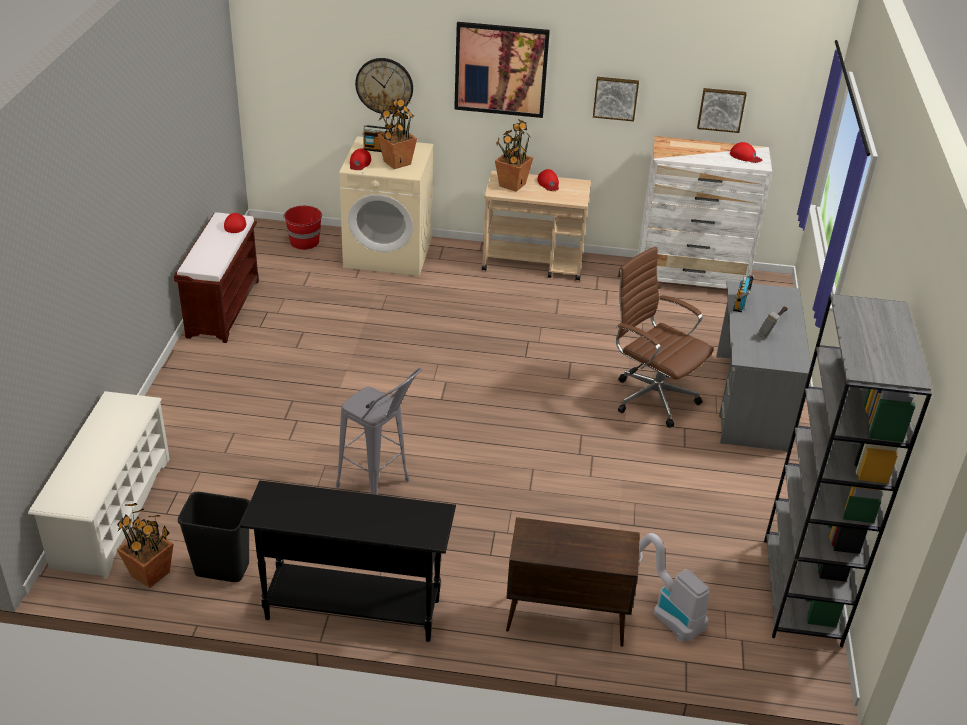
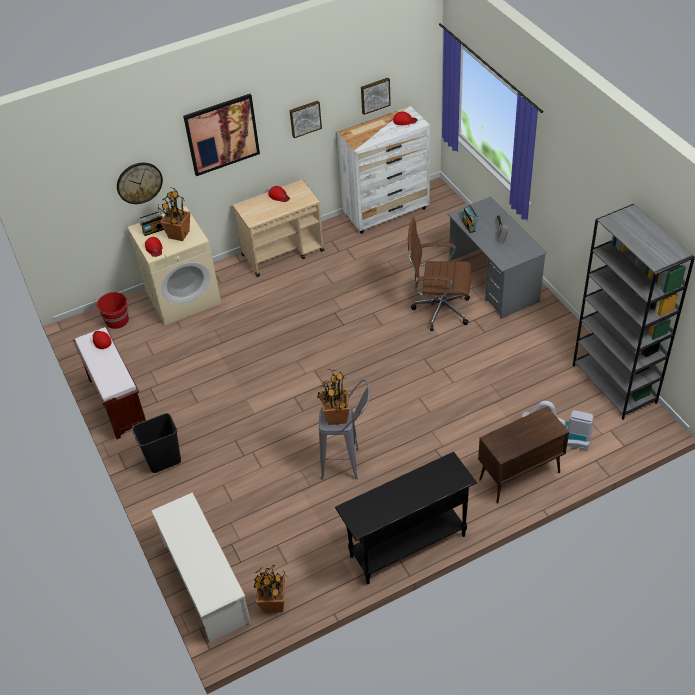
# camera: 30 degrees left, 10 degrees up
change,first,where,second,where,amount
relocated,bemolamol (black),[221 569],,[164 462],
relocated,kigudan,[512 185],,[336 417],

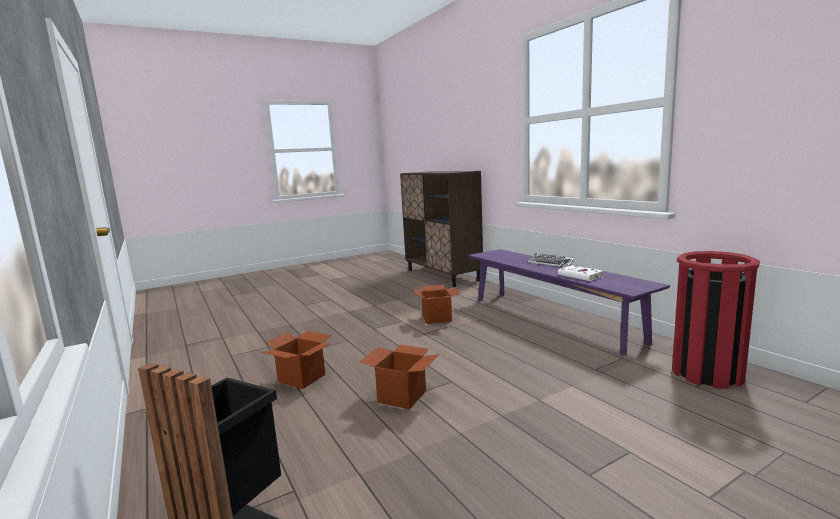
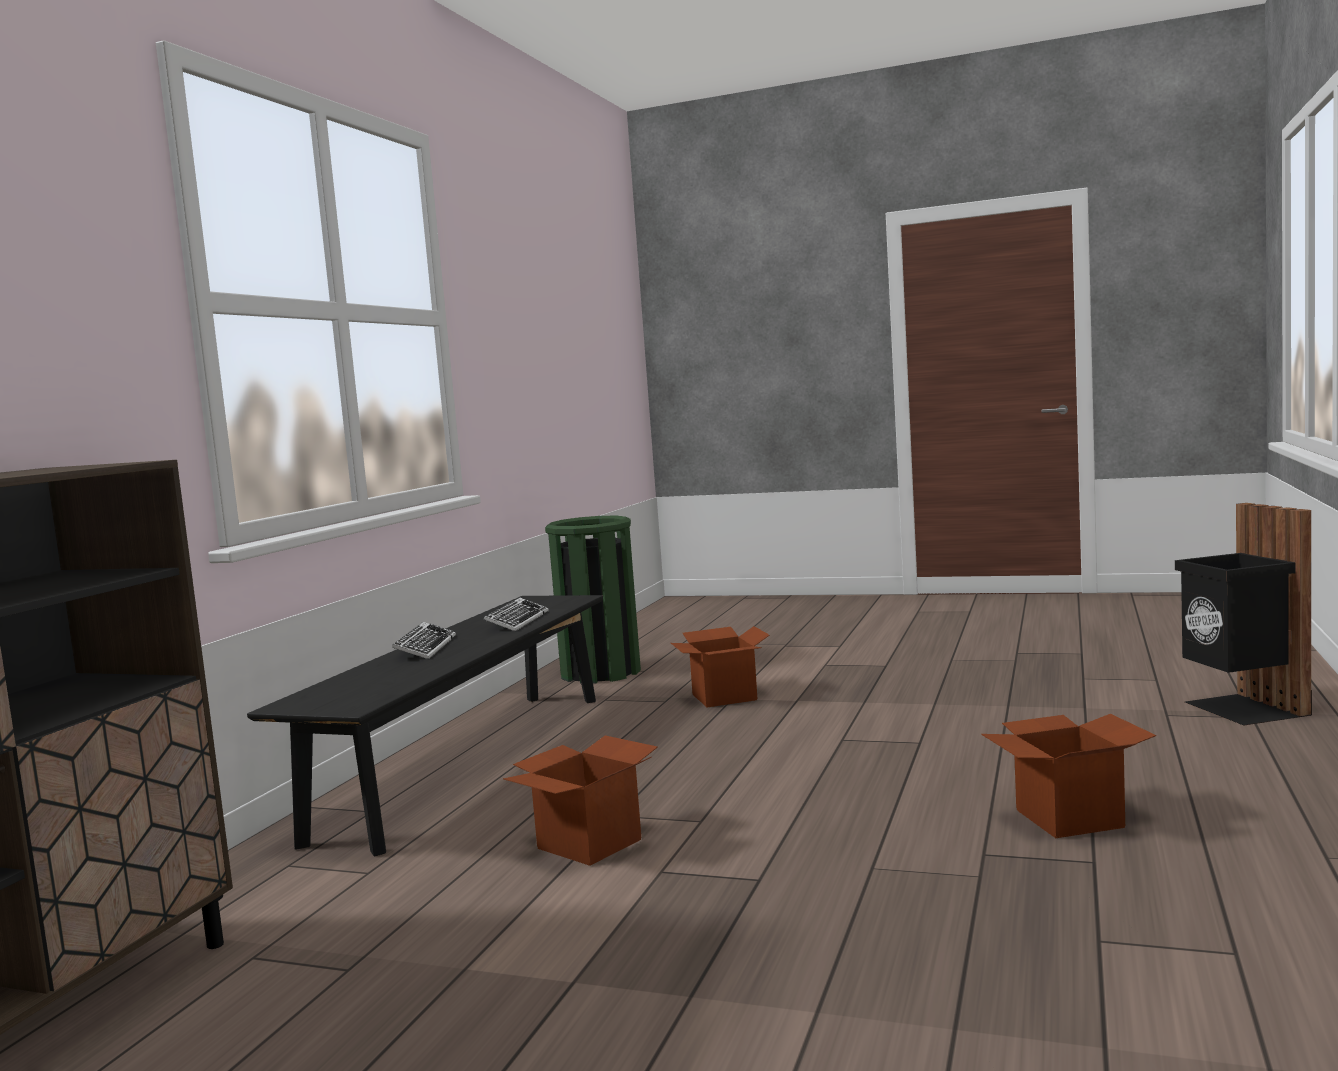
# camera: 130 degrees left, 5 degrees down
change,first,where,second,where,amount
relocated,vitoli,[402 396],,[724 697],
colour,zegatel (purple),[551 319],zegatel (black),[470 761],
exchanged,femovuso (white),[581 276],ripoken,[517 621],
colour,bemolamol (red),[707 373],bemolamol (green),[600 672],

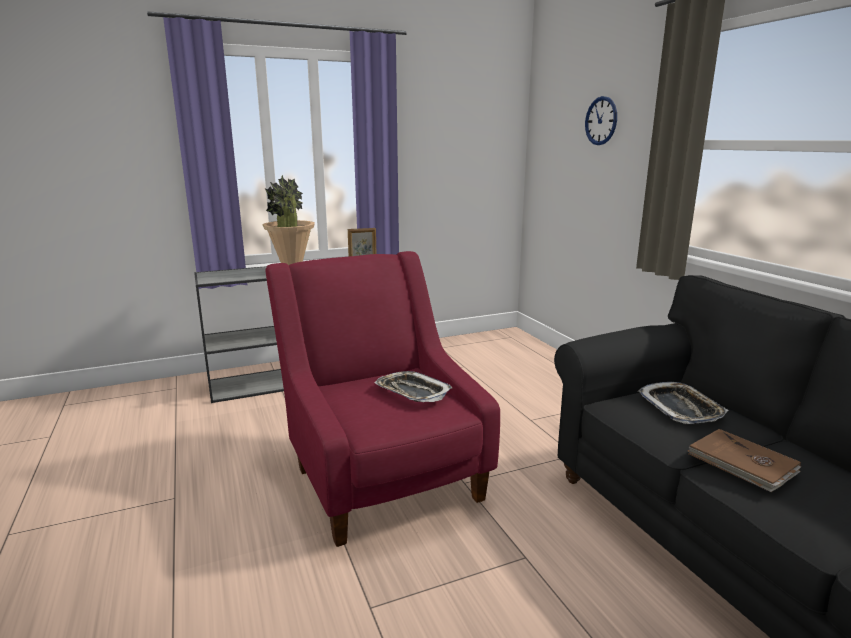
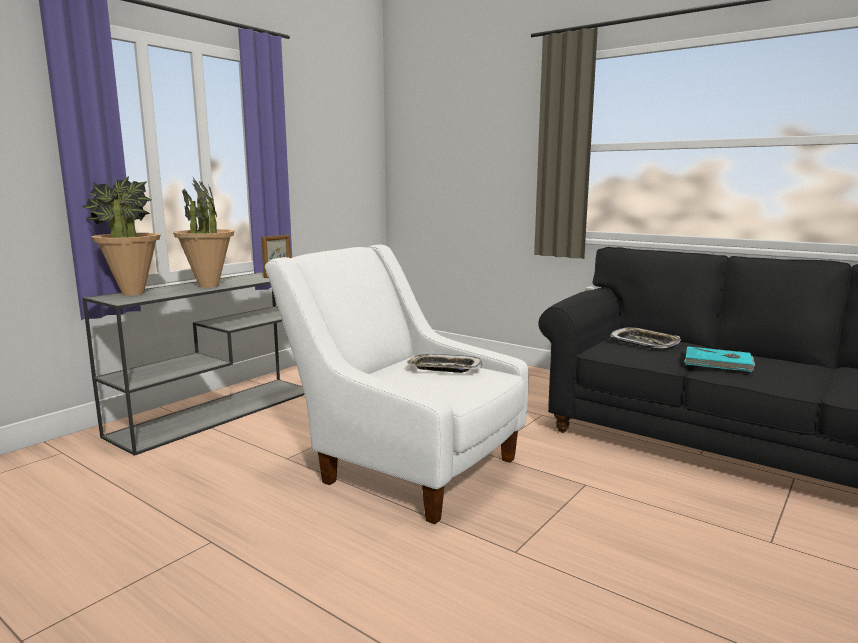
# camera: 30 degrees left, 5 degrees down
change,first,where,second,where,amount
colour,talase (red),[382 474],talase (white),[407 465],
missing,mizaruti,[601 121],,,
colour,femovuso (brown),[742 463],femovuso (turquoise),[718 362],
appeared,,,kigudan,[132 293],

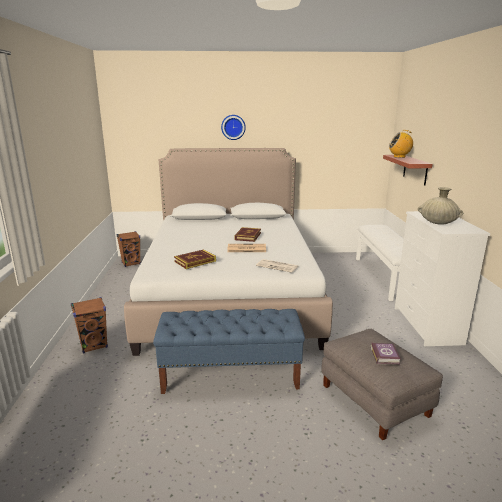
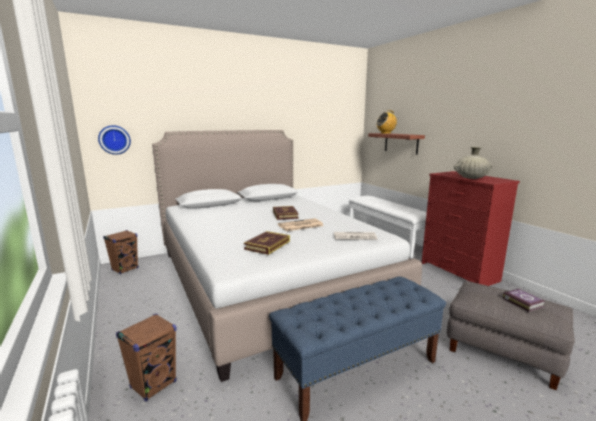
# camera: 25 degrees left, 5 degrees down
change,first,where,second,where,amount
relocated,mizaruti,[233 127],,[114 140],
colour,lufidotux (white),[427 325],lufidotux (red),[459 272],

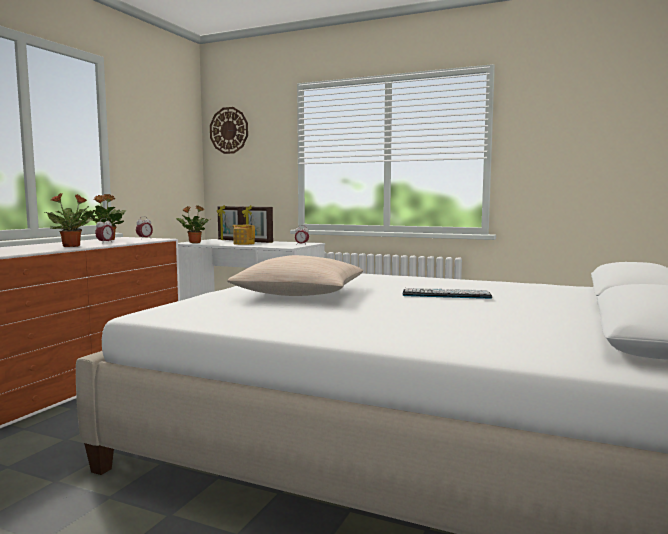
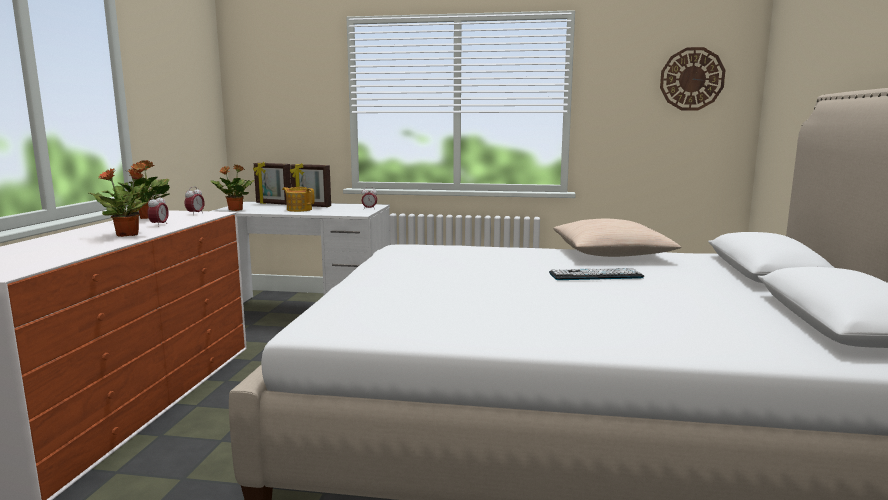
# camera: 15 degrees left, 5 degrees up
change,first,where,second,where,amount
relocated,mizaruti,[229 130],,[692 79],
relocated,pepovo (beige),[300 294],,[611 254],

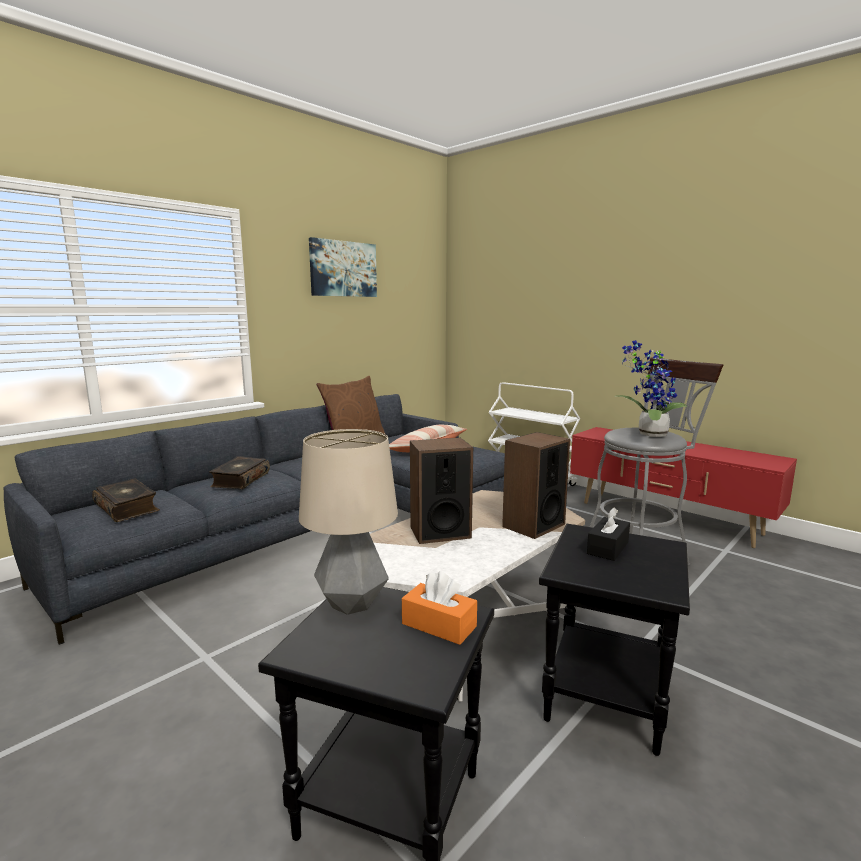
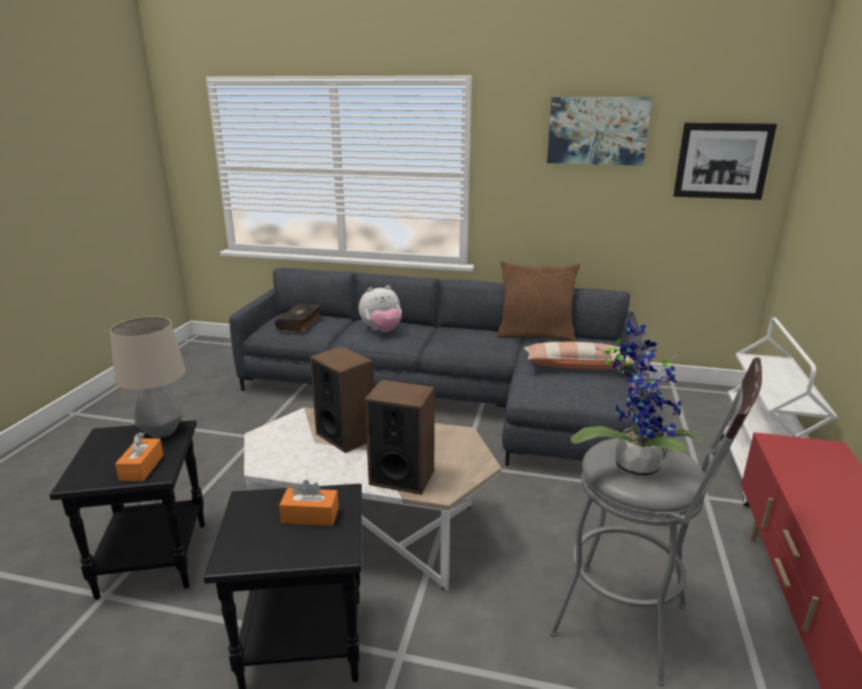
# camera: 60 degrees right, 10 degrees up
change,first,where,second,where,amount
exchanged,femovuso,[240 480],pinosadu,[382 331],
colour,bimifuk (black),[608 548],bimifuk (orange),[310 515],
appeared,,,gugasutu,[722 161],

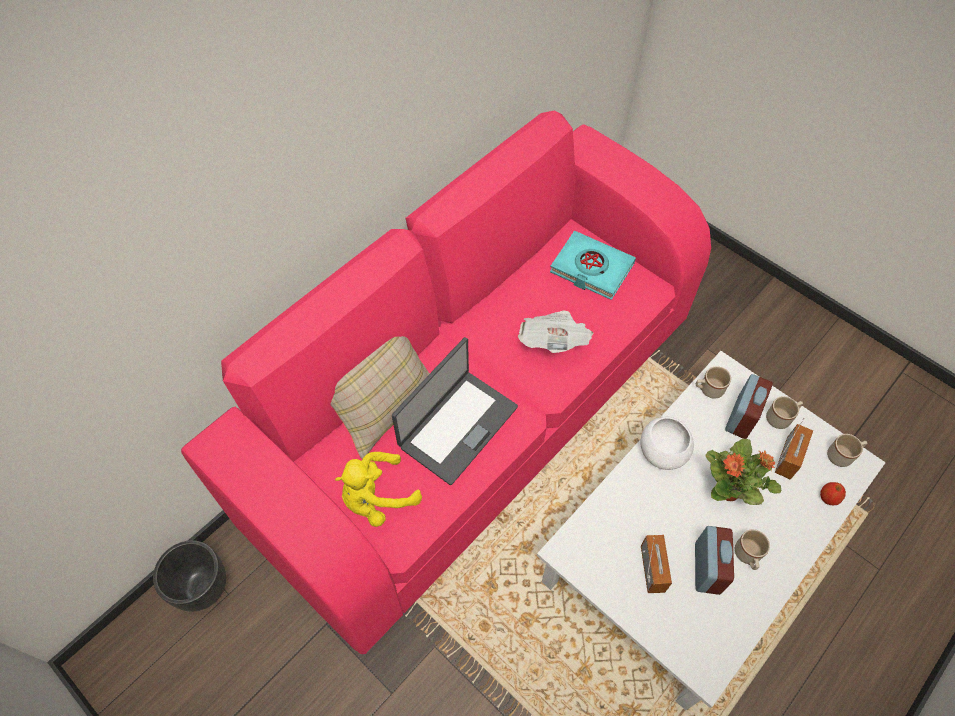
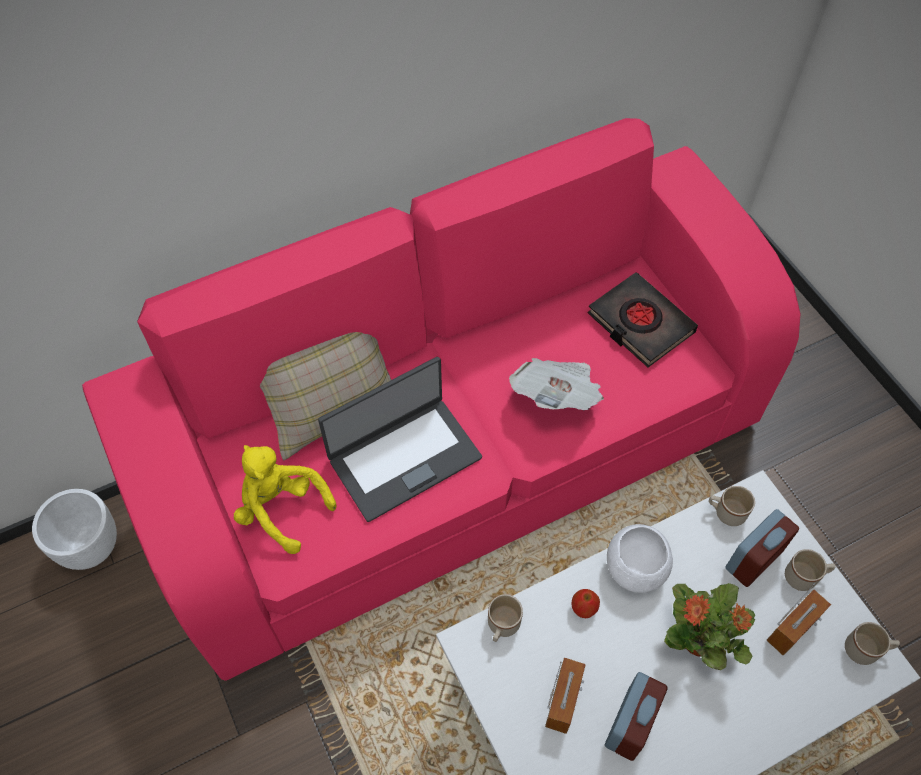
# camera: 20 degrees right, 0 degrees up
change,first,where,second,where,amount
colour,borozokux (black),[203 587],borozokux (white),[91 547],
spun,pinosadu (yellow),[377 498],,[281 509],45 degrees clockwise
colour,femovuso (turquoise),[591 269],femovuso (black),[640 324],
relocated,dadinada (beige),[747 556],,[502 627],
relocated,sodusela,[828 498],,[583 608],

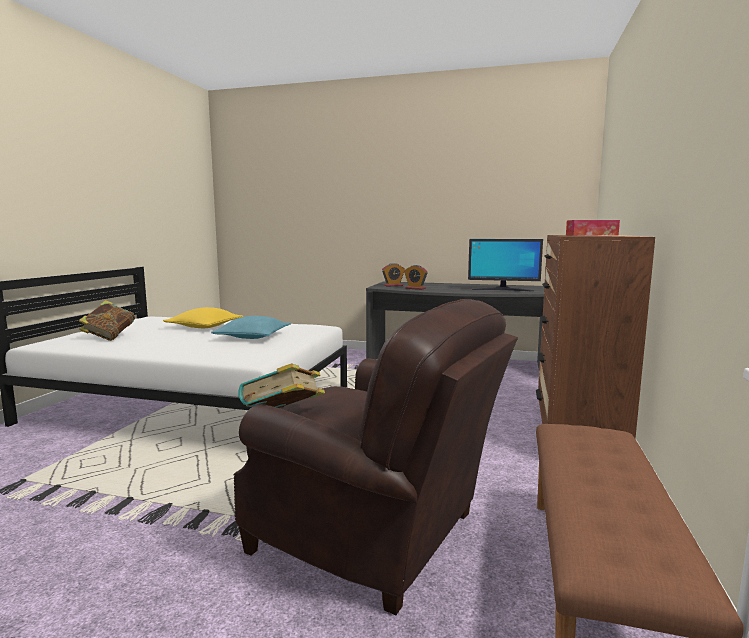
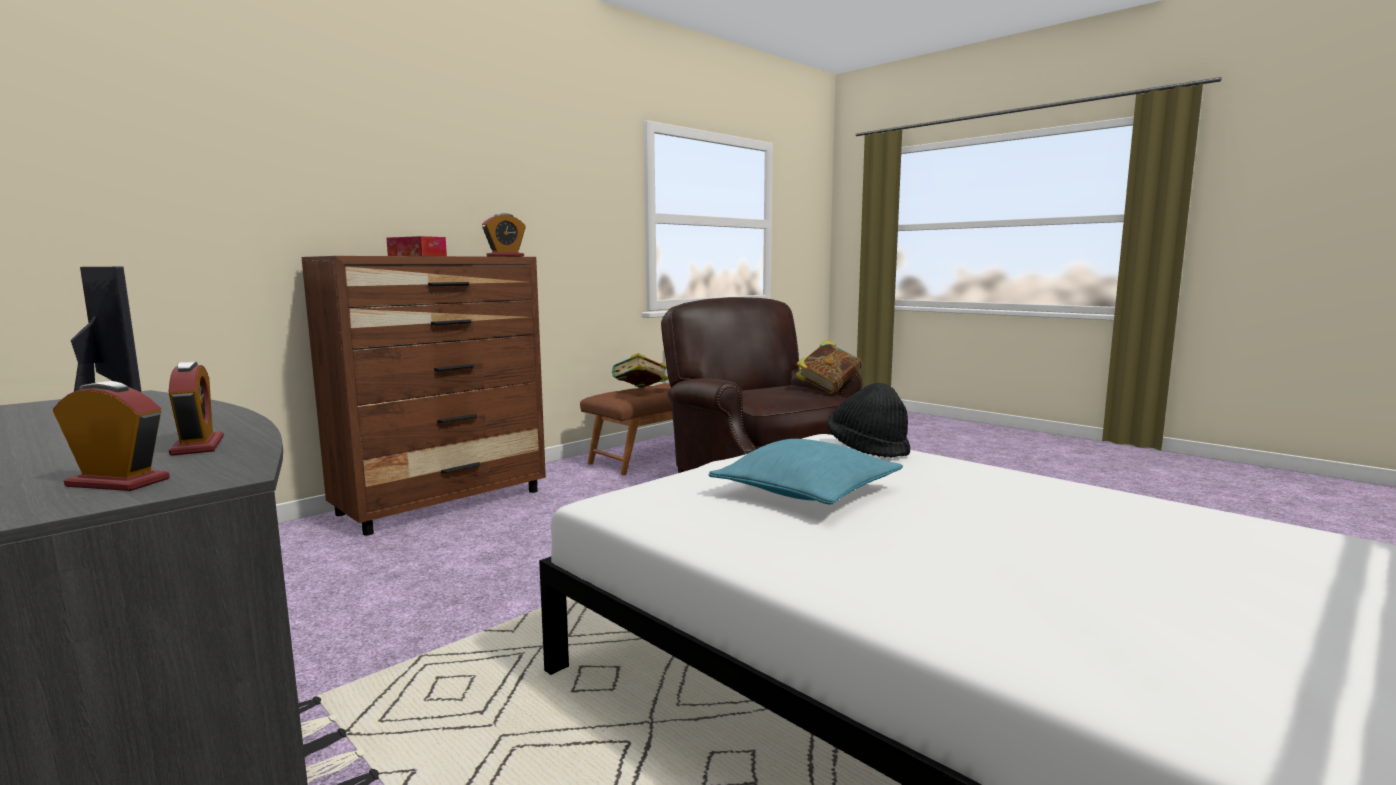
# camera: 150 degrees left, 0 degrees up
change,first,where,second,where,amount
relocated,femovuso,[109 337],,[640 391],
missing,pepovo (yellow),[204 327],,,
appeared,,,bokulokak,[505 256],
appeared,,,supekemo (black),[867 449],

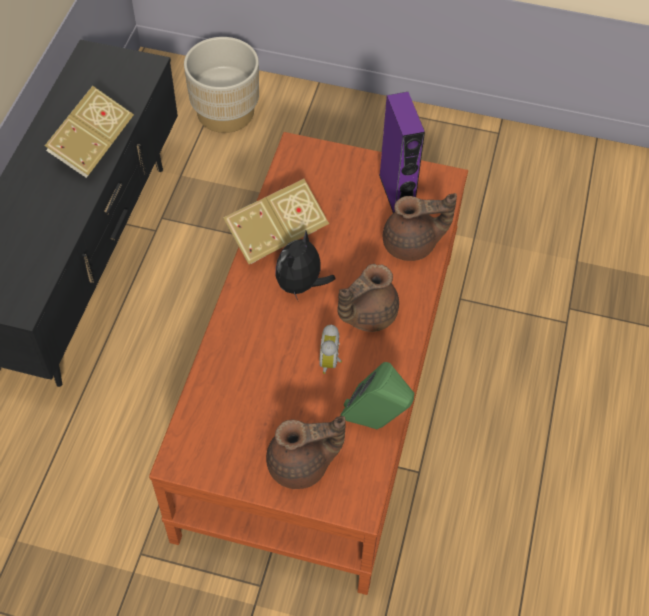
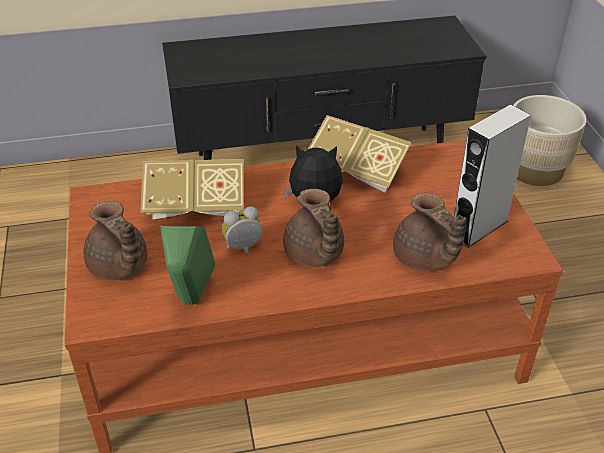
# camera: 65 degrees right, 15 degrees down
change,first,where,second,where,amount
relocated,femovuso,[92 147],,[195 207],
spun,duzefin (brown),[366 314],,[314 255],135 degrees counterclockwise
colour,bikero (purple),[396 192],bikero (grey),[478 228],

